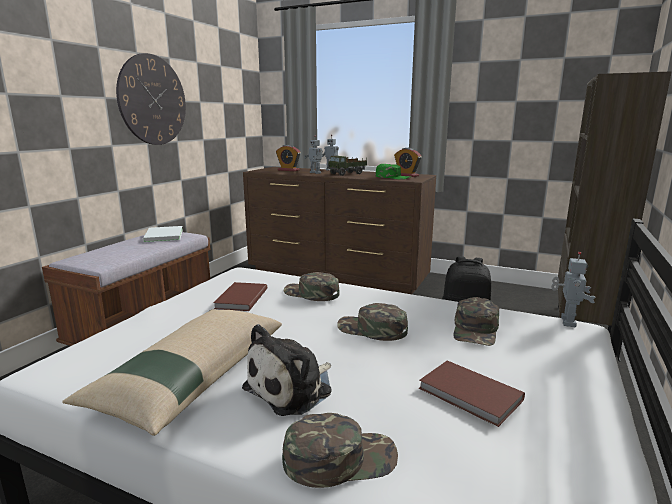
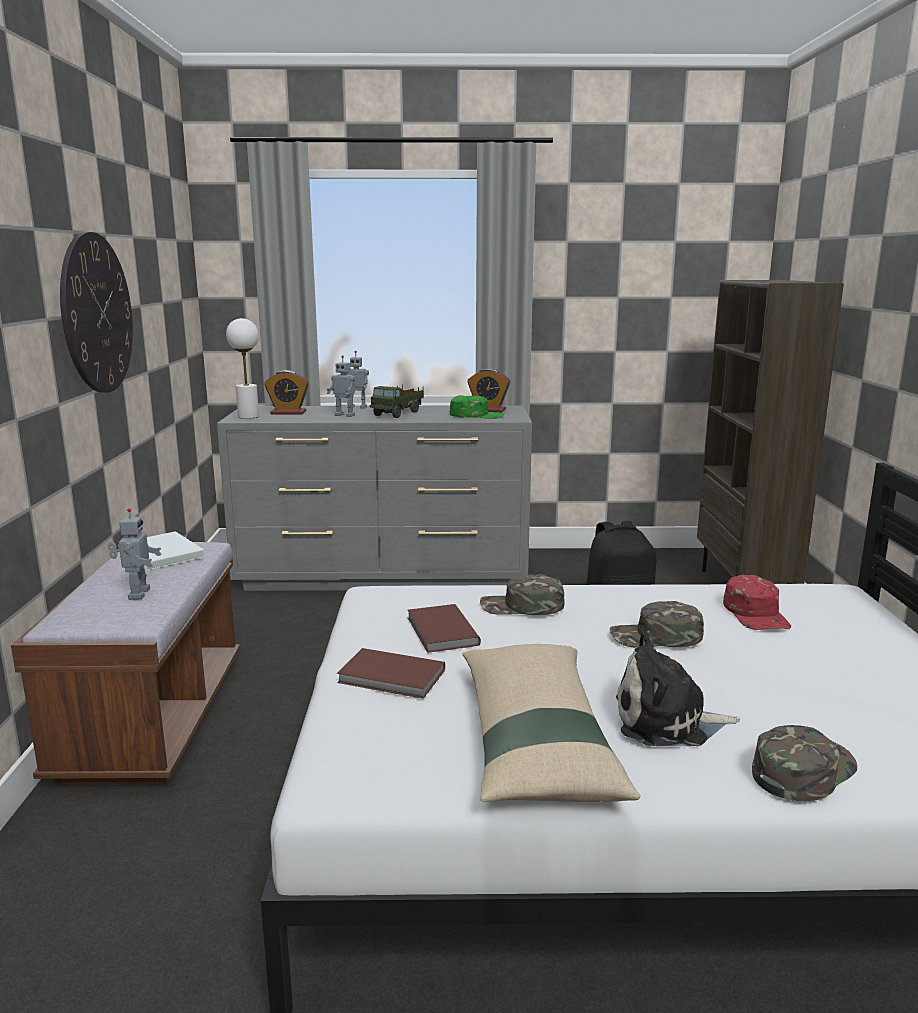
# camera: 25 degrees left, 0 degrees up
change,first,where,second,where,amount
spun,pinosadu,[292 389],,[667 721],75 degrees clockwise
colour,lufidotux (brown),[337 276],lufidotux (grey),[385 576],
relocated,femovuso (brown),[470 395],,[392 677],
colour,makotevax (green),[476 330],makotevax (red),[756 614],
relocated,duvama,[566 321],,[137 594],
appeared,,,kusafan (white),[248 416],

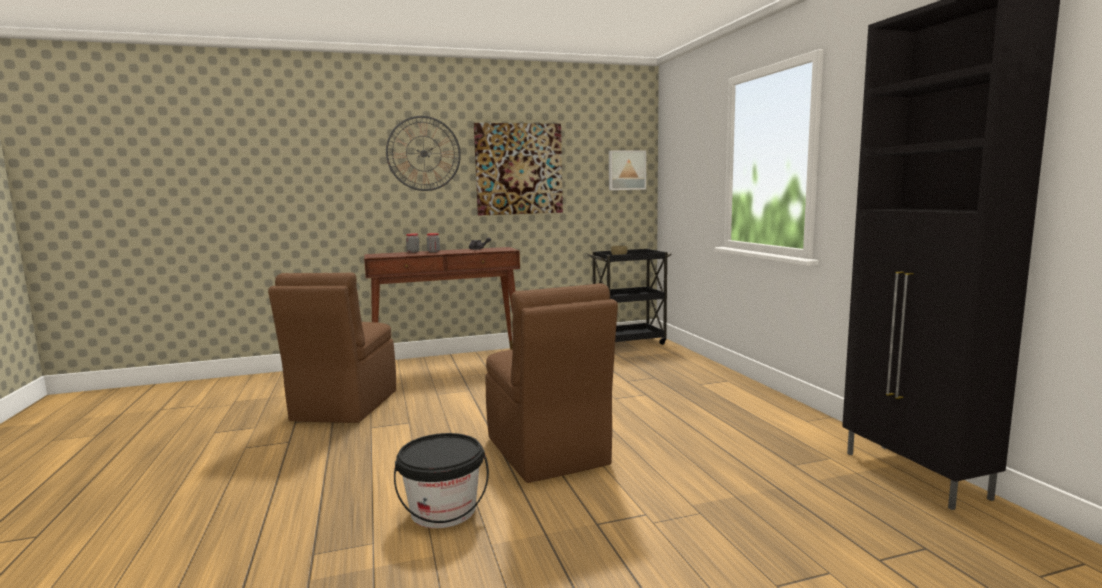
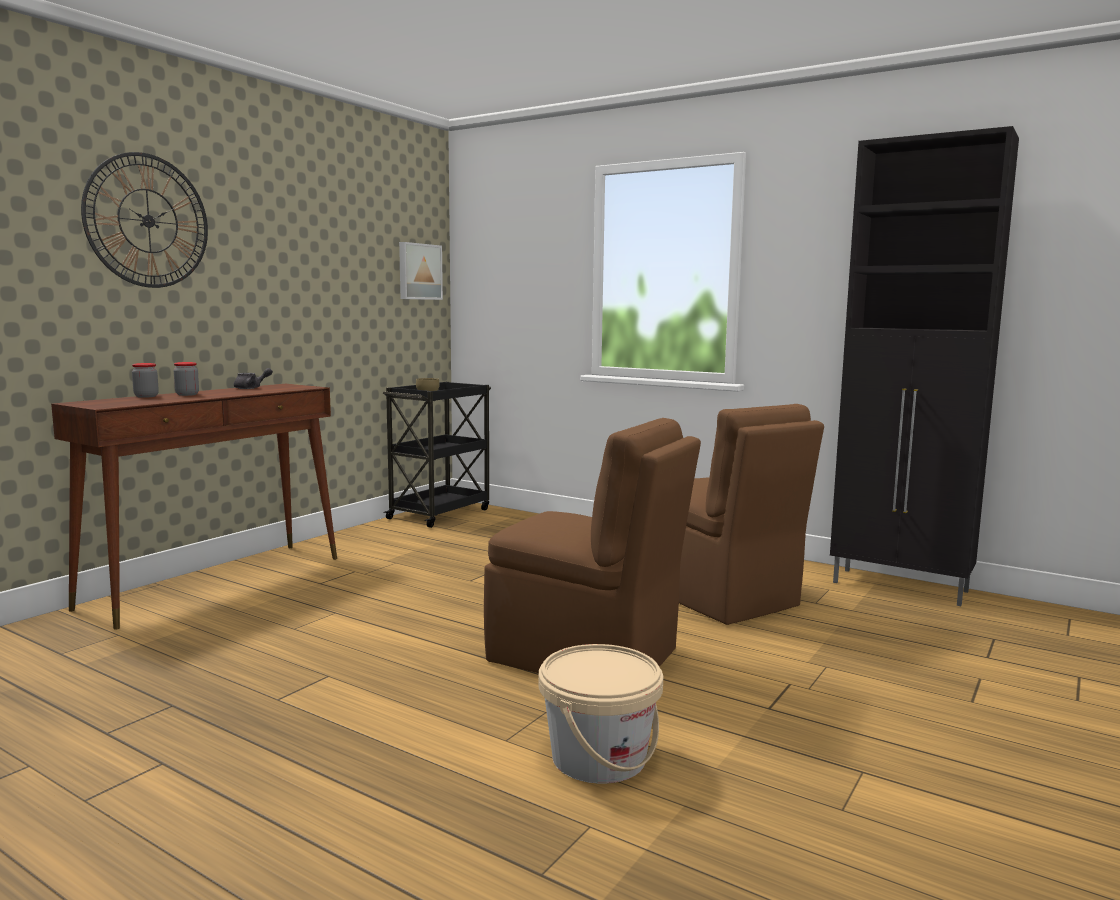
# camera: 40 degrees left, 0 degrees up
change,first,where,second,where,amount
relocated,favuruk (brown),[344 406],,[719 597],
colour,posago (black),[443 511],posago (beige),[599 758],
missing,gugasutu,[519 169],,,

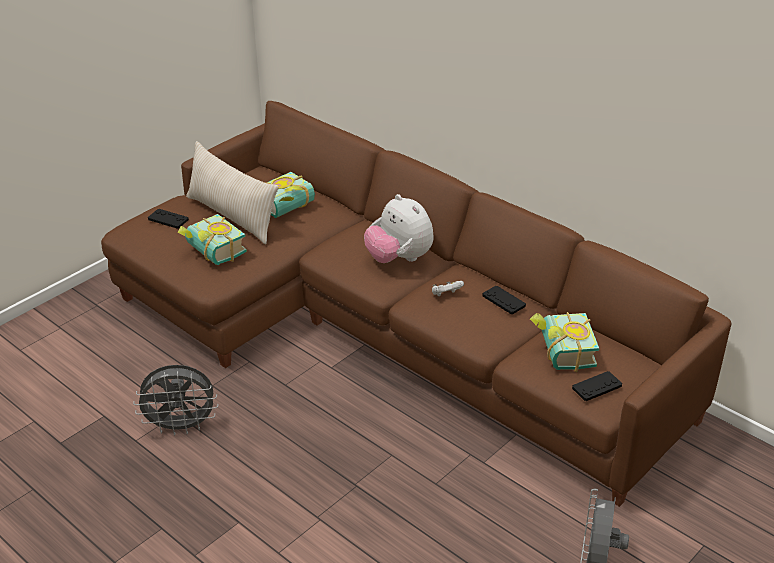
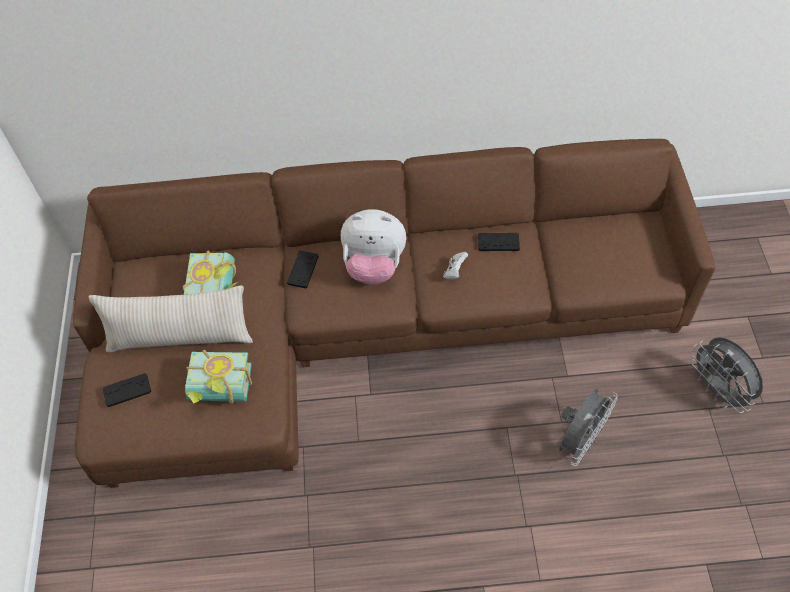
# camera: 45 degrees left, 20 degrees up
change,first,where,second,where,amount
relocated,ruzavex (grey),[182 427],,[579 440],
missing,femovuso,[560 353],,,
relocated,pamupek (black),[597 387],,[303 270],

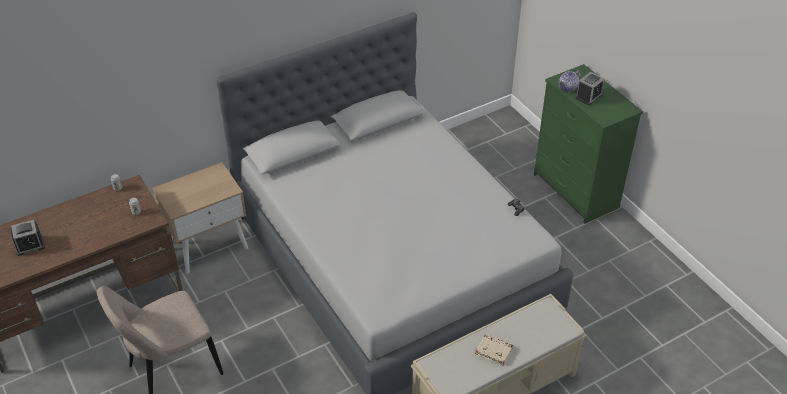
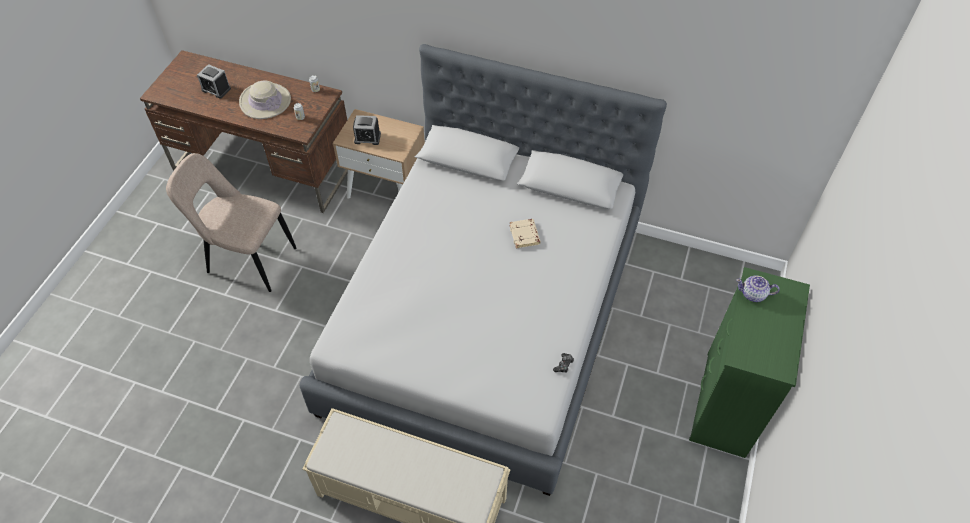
# camera: 50 degrees right, 10 degrees up
change,first,where,second,where,amount
relocated,femovuso (beige),[494 351],,[525 235],
relocated,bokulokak,[588 96],,[367 138],
appeared,,,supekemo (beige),[265 101],

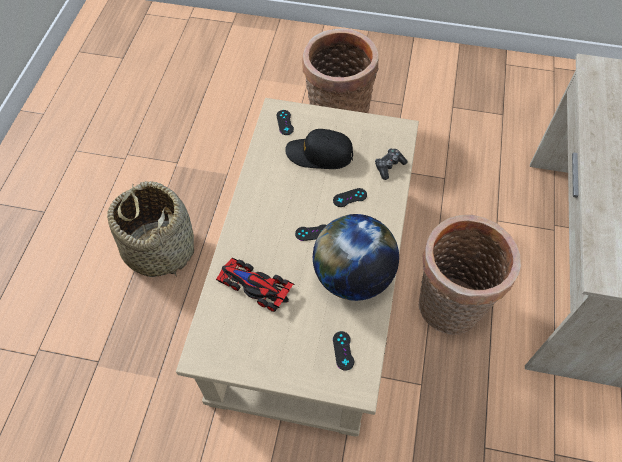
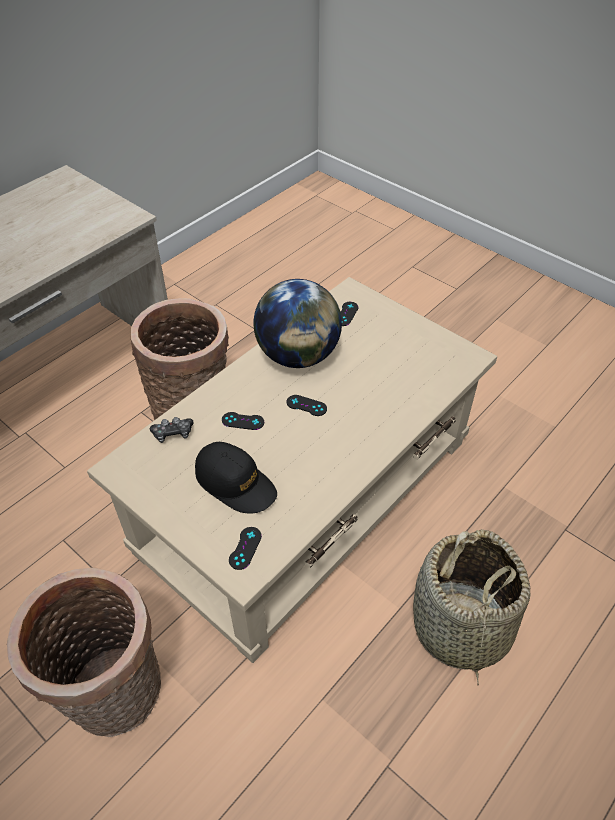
# camera: 150 degrees left, 10 degrees down
change,first,where,second,where,amount
missing,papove,[254 285],,,

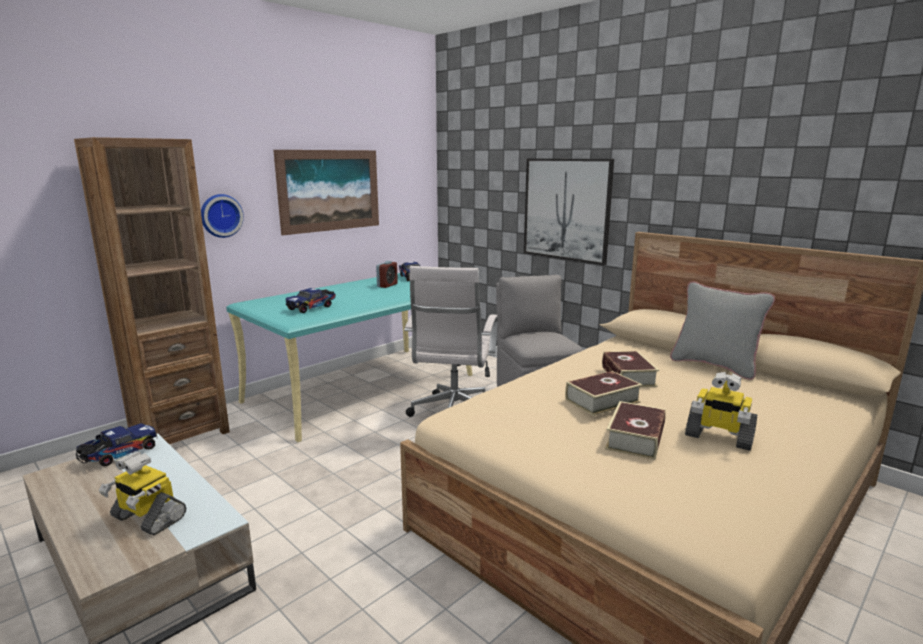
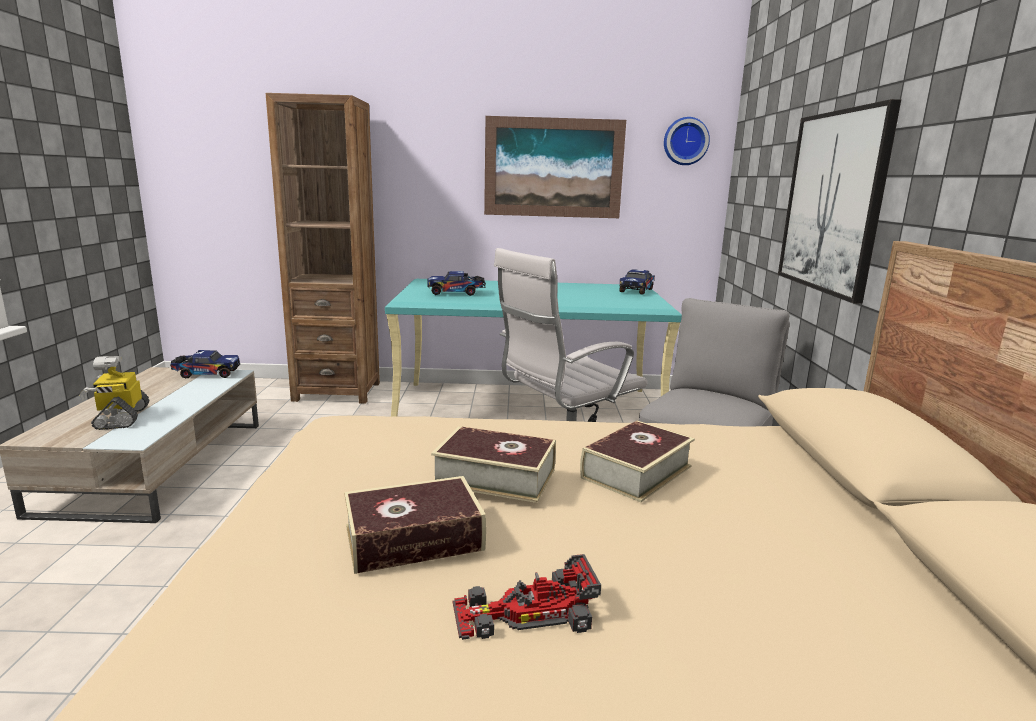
# camera: 45 degrees right, 0 degrees up
change,first,where,second,where,amount
relocated,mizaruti,[220 215],,[685 141],
missing,bokulokak,[387 285],,,
missing,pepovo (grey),[714 366],,,
exchanged,duvama,[718 437],papove,[525 612],

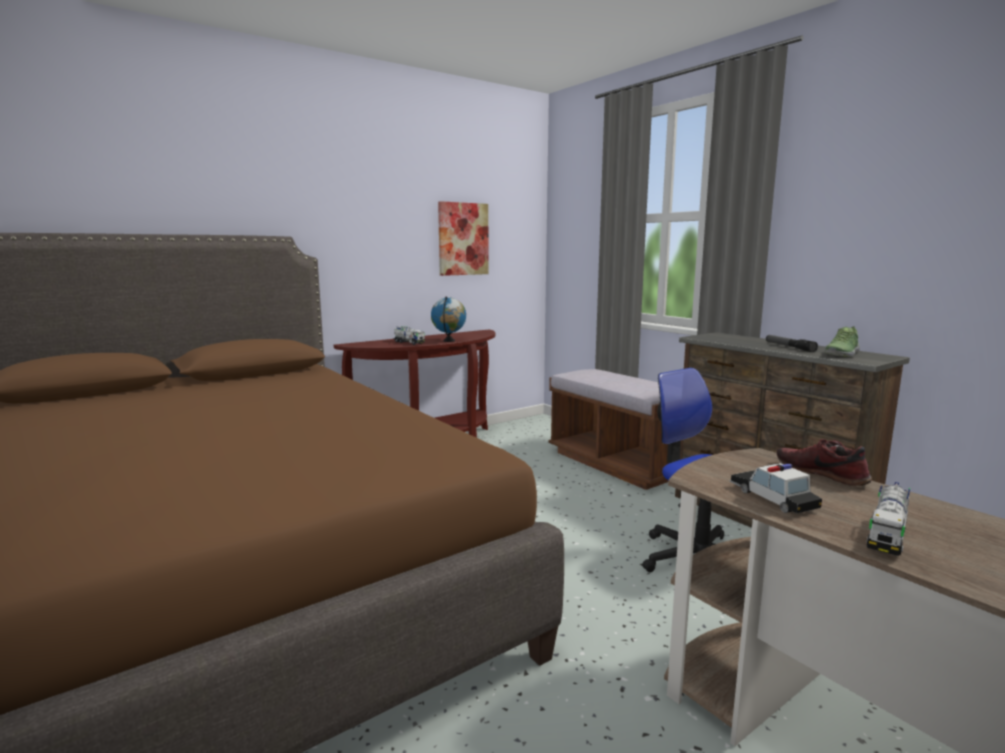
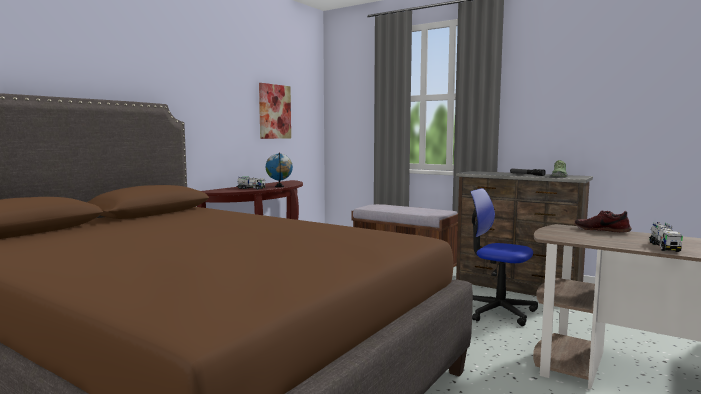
# camera: 20 degrees left, 5 degrees down
change,first,where,second,where,amount
missing,papove,[772 498],,,

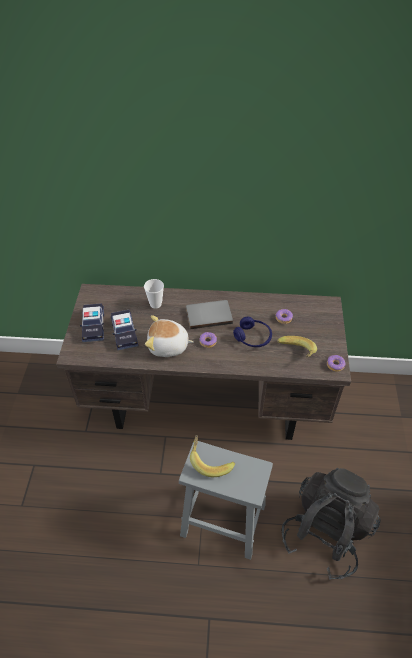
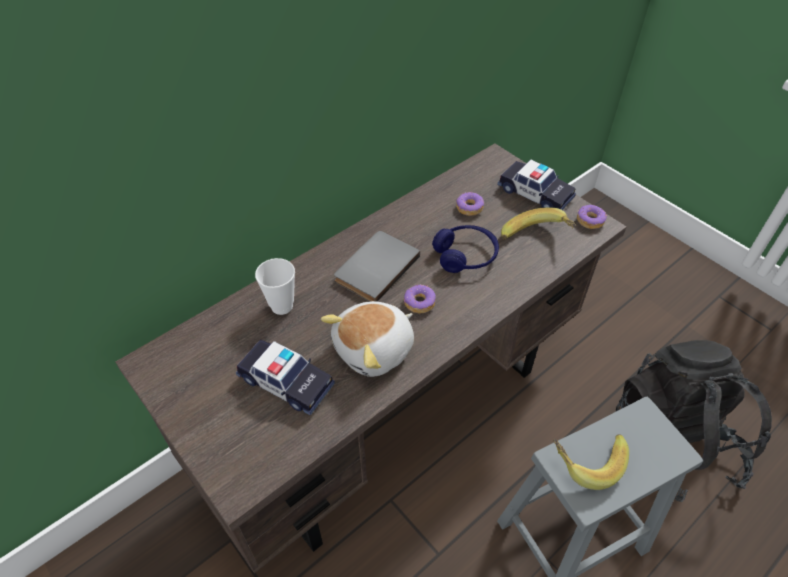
# camera: 45 degrees left, 0 degrees up
change,first,where,second,where,amount
relocated,papove,[93 326],,[535 193],

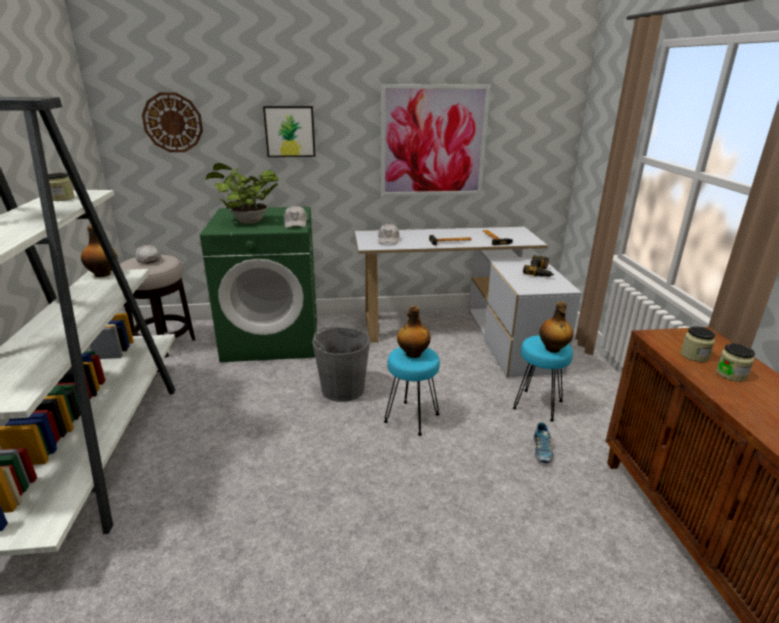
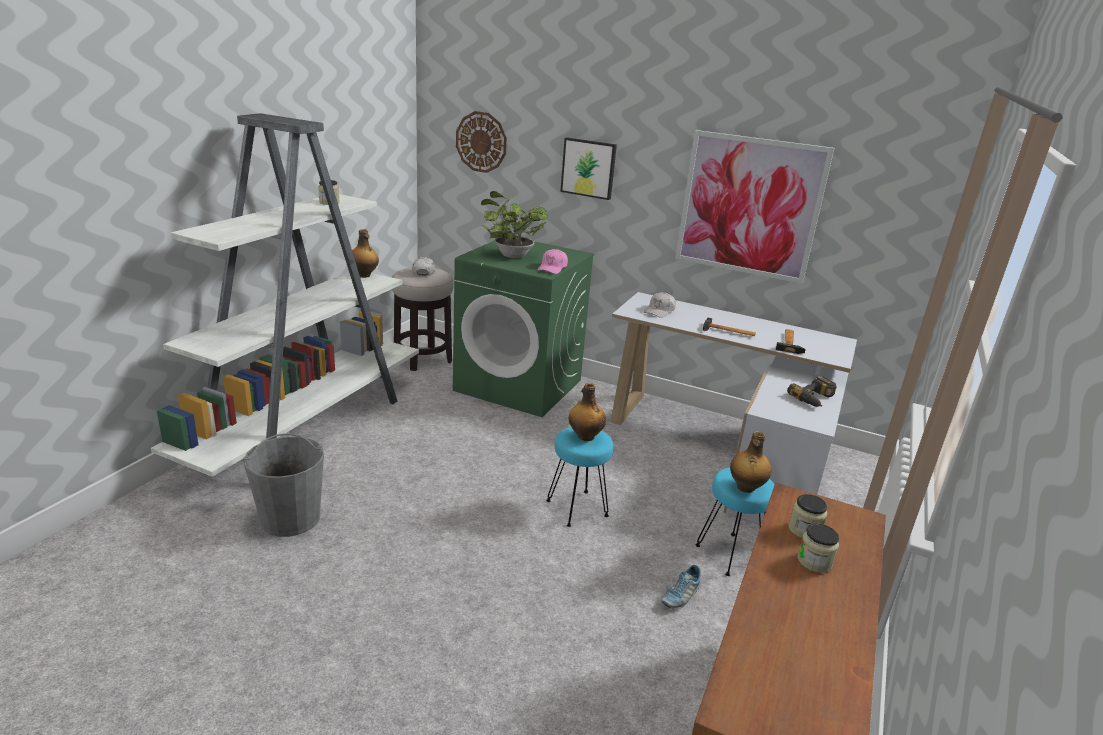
# camera: 30 degrees right, 0 degrees up
change,first,where,second,where,amount
colour,makotevax (white),[296 223],makotevax (pink),[552 268],
relocated,posago (grey),[342 389],,[290 518],

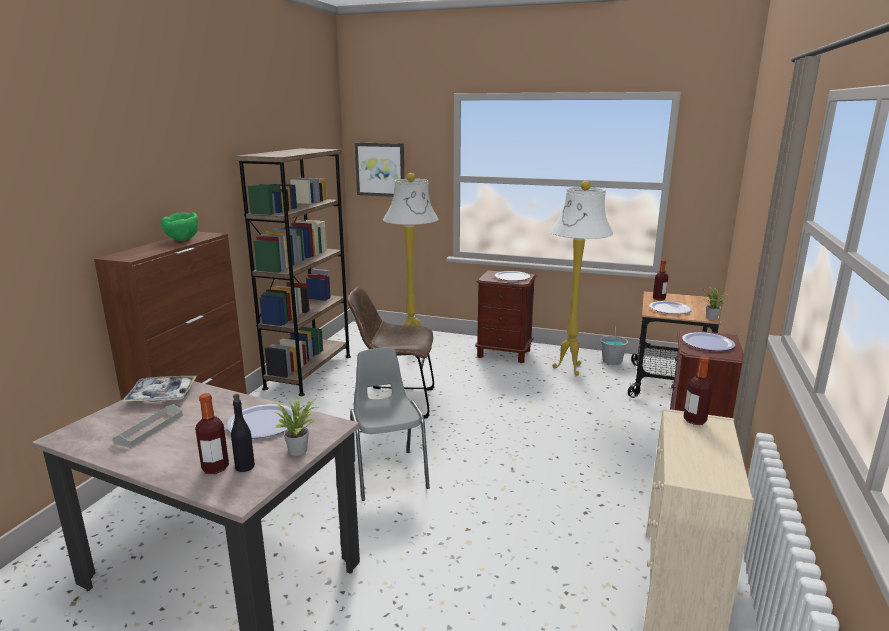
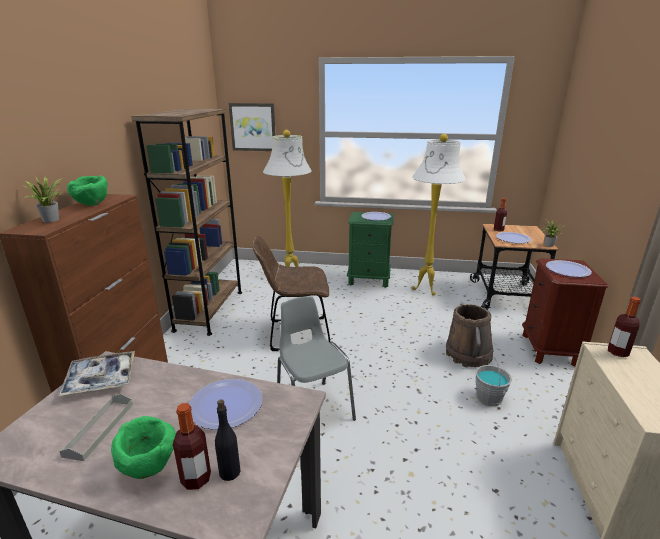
# camera: 10 degrees left, 5 degrees up
change,first,where,second,where,amount
relocated,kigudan,[300 450],,[53 220],
colour,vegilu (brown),[504 354],vegilu (green),[369 280],
relocated,posago (grey),[612 361],,[489 398],
appeared,,,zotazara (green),[149 467],
appeared,,,posago (brown),[468 354],

